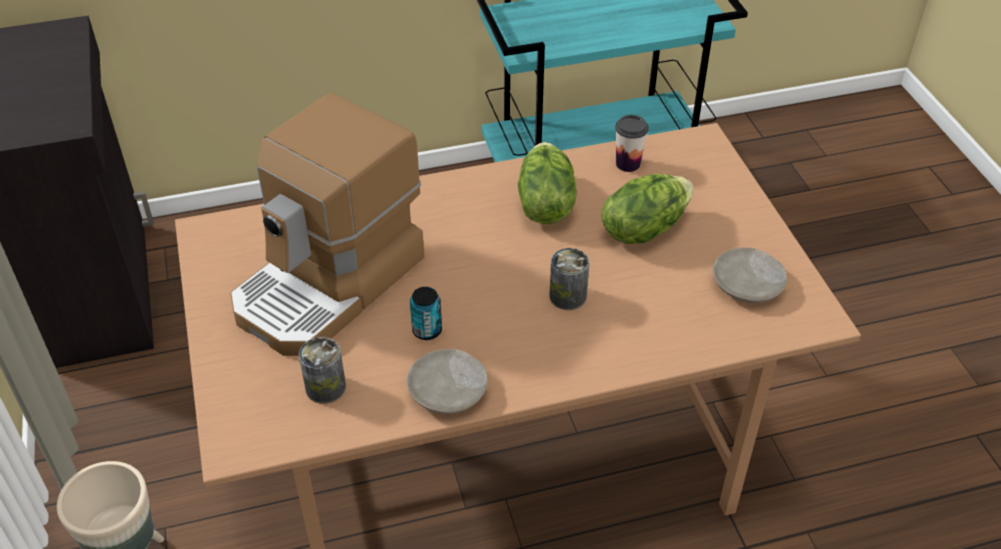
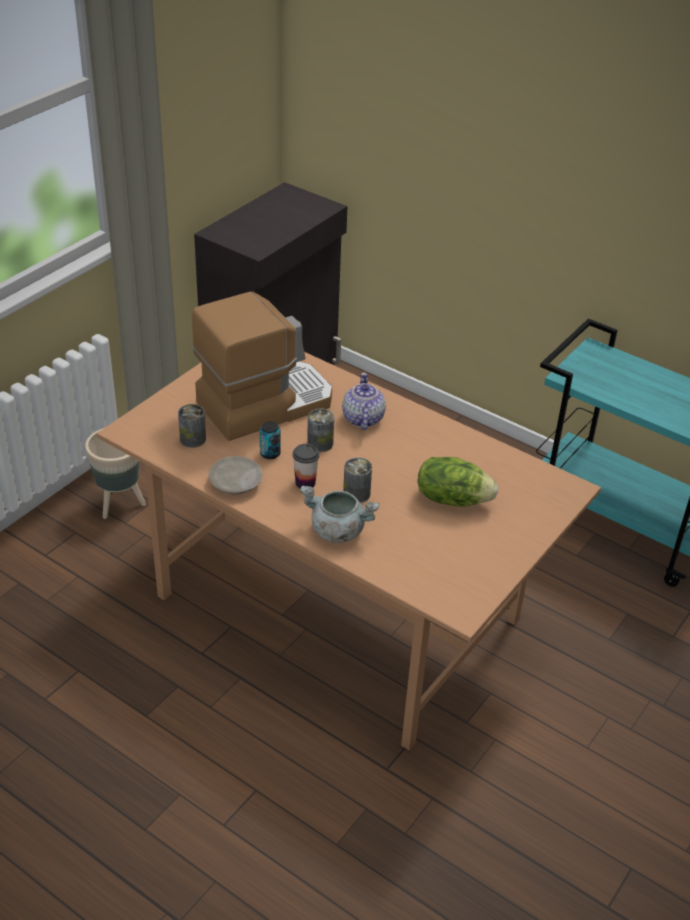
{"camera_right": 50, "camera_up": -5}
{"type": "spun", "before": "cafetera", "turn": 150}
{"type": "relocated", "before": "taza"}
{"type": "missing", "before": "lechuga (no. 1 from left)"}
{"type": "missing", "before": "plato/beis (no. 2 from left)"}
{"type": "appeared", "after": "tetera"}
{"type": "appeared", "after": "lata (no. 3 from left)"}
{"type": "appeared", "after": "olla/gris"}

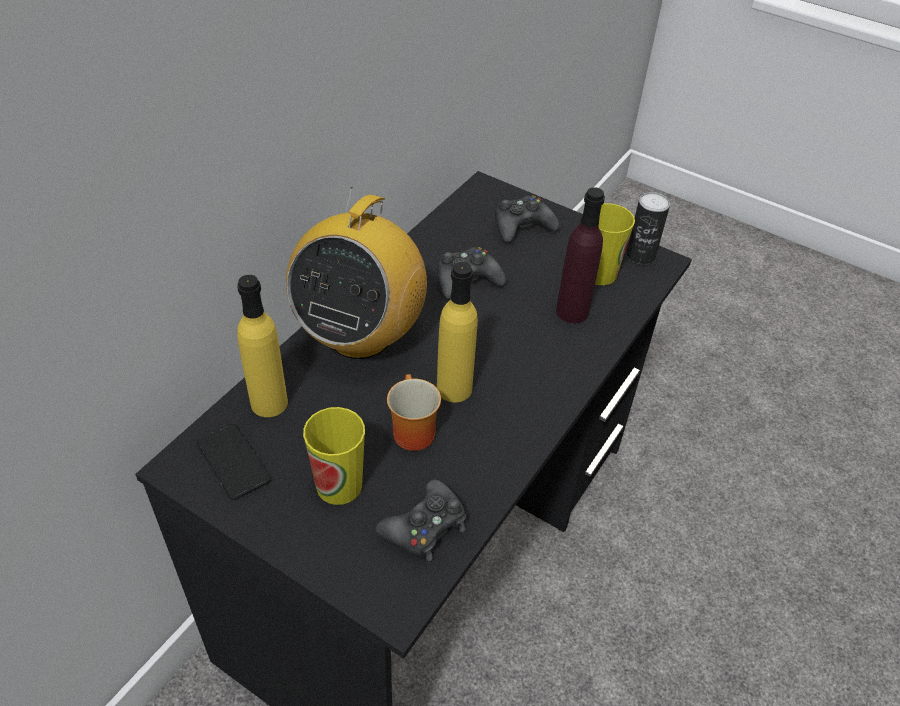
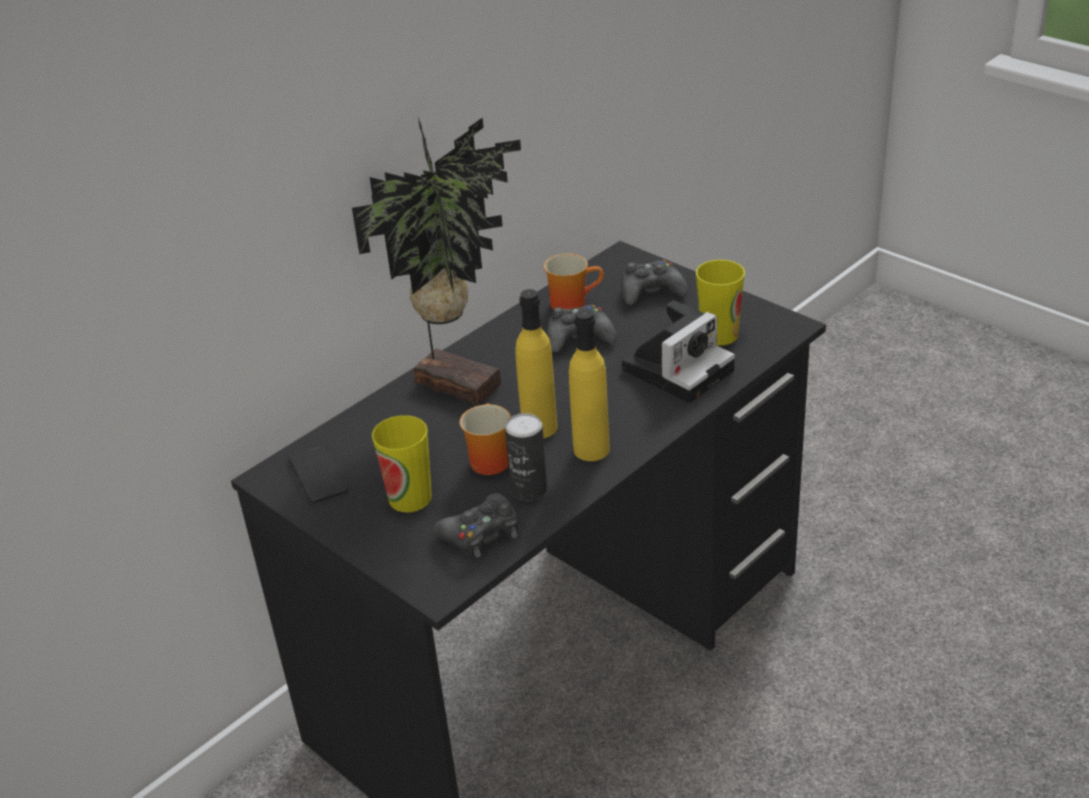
{"camera_right": 15, "camera_up": -10}
{"type": "exchanged", "before": "radio", "after": "planta en maceta"}
{"type": "exchanged", "before": "botella/morado", "after": "cámara"}
{"type": "relocated", "before": "lata"}
{"type": "relocated", "before": "botella/amarillo (no. 1 from left in the first image)", "after": "botella/amarillo (no. 2 from left)"}
{"type": "appeared", "after": "taza grande (no. 2 from left)"}

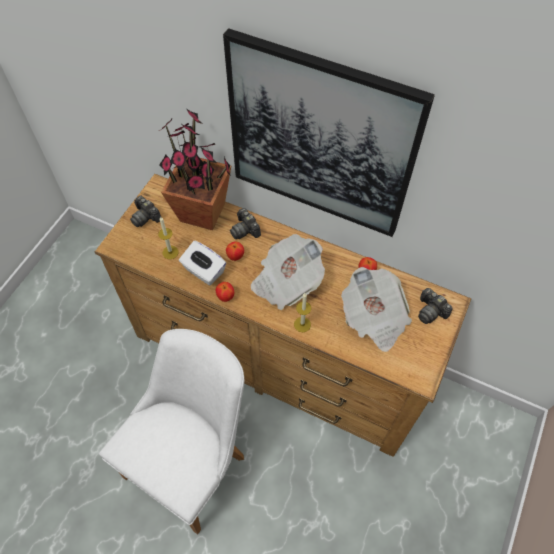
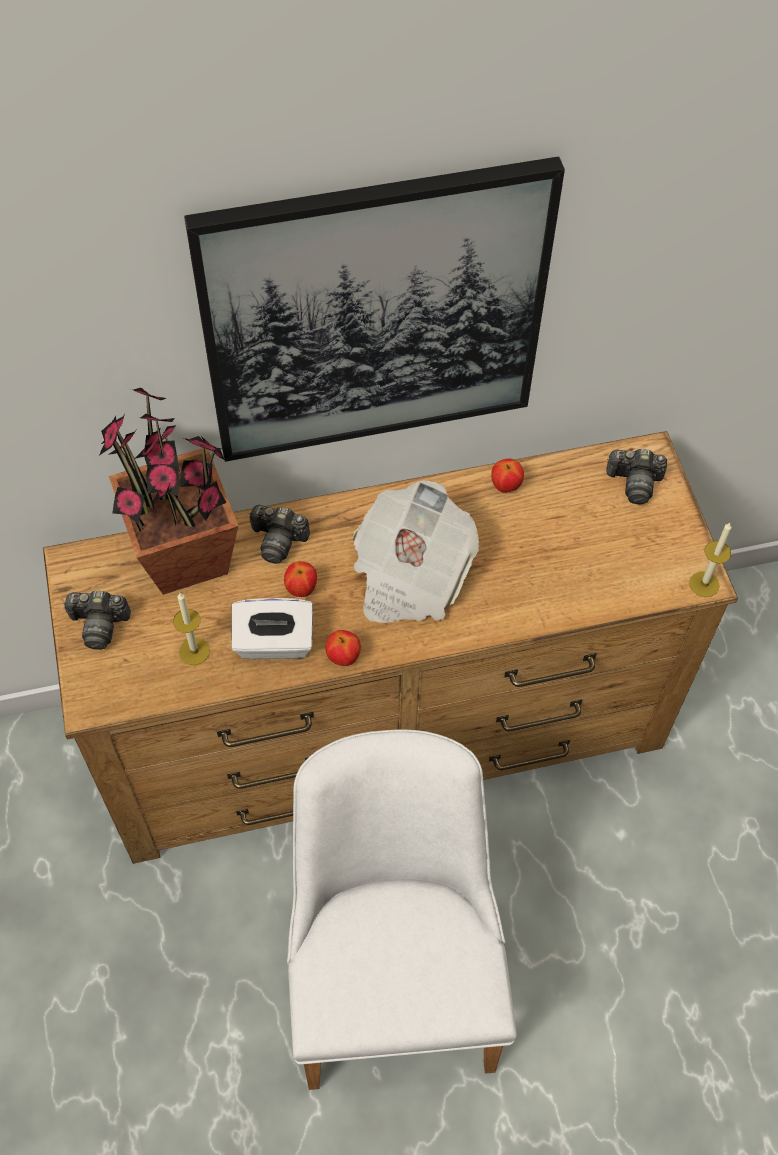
{"camera_right": -40, "camera_up": 0}
{"type": "missing", "before": "periódico (no. 2 from left)"}
{"type": "relocated", "before": "vela (no. 2 from left)"}

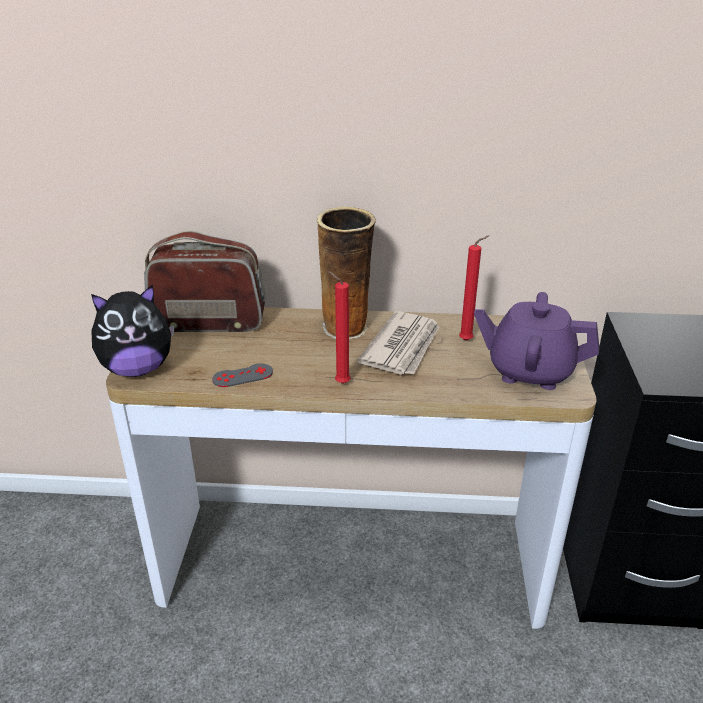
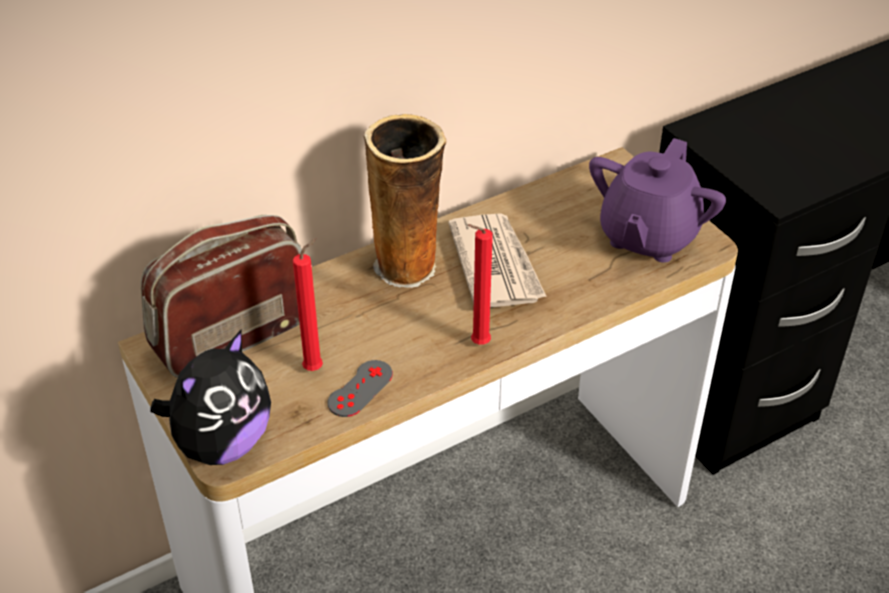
{"camera_right": -35, "camera_up": 10}
{"type": "relocated", "before": "vela/rojo (no. 2 from left in the first image)", "after": "vela/rojo (no. 1 from left)"}
{"type": "spun", "before": "tetera/morado", "turn": -45}

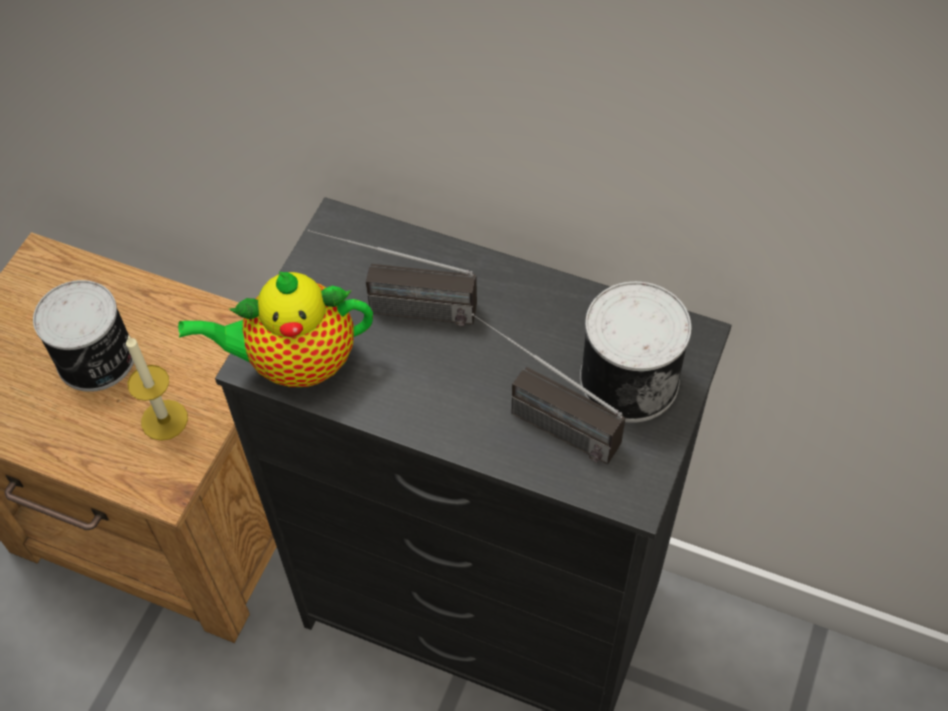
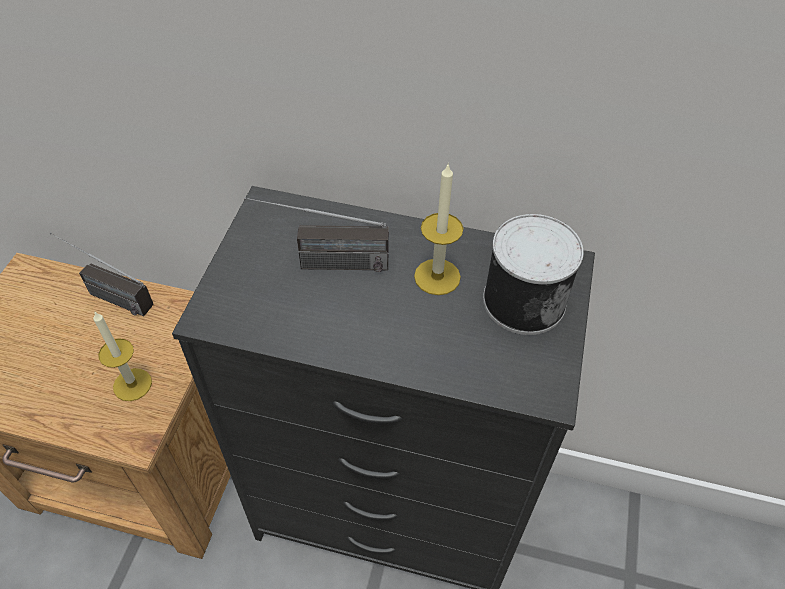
{"camera_right": -10, "camera_up": -5}
{"type": "missing", "before": "tetera"}
{"type": "missing", "before": "lata (no. 1 from left)"}
{"type": "relocated", "before": "radio (no. 2 from left in the first image)", "after": "radio (no. 1 from left)"}
{"type": "appeared", "after": "vela (no. 2 from left)"}

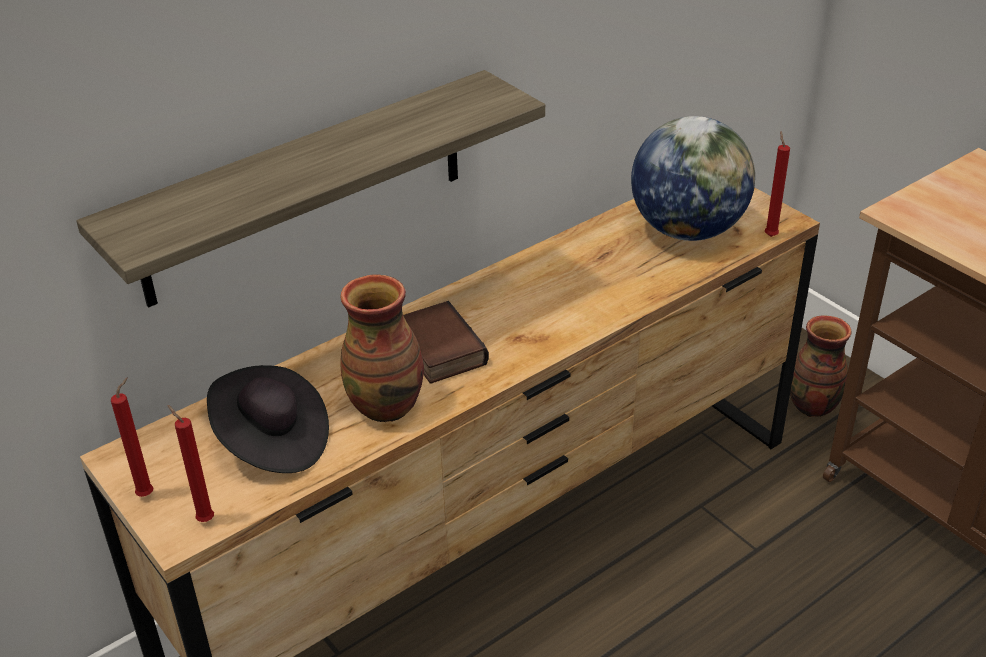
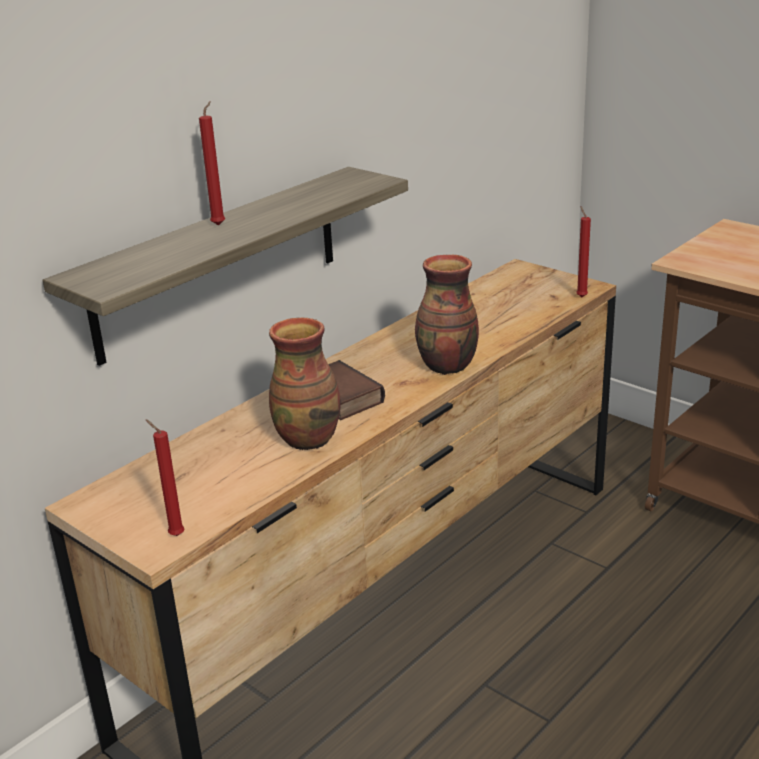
{"camera_right": -10, "camera_up": -10}
{"type": "missing", "before": "globo terráqueo"}
{"type": "relocated", "before": "florero (no. 2 from left)"}
{"type": "missing", "before": "sombrero/negro"}
{"type": "relocated", "before": "vela/rojo (no. 1 from left in the first image)", "after": "vela/rojo (no. 2 from left)"}

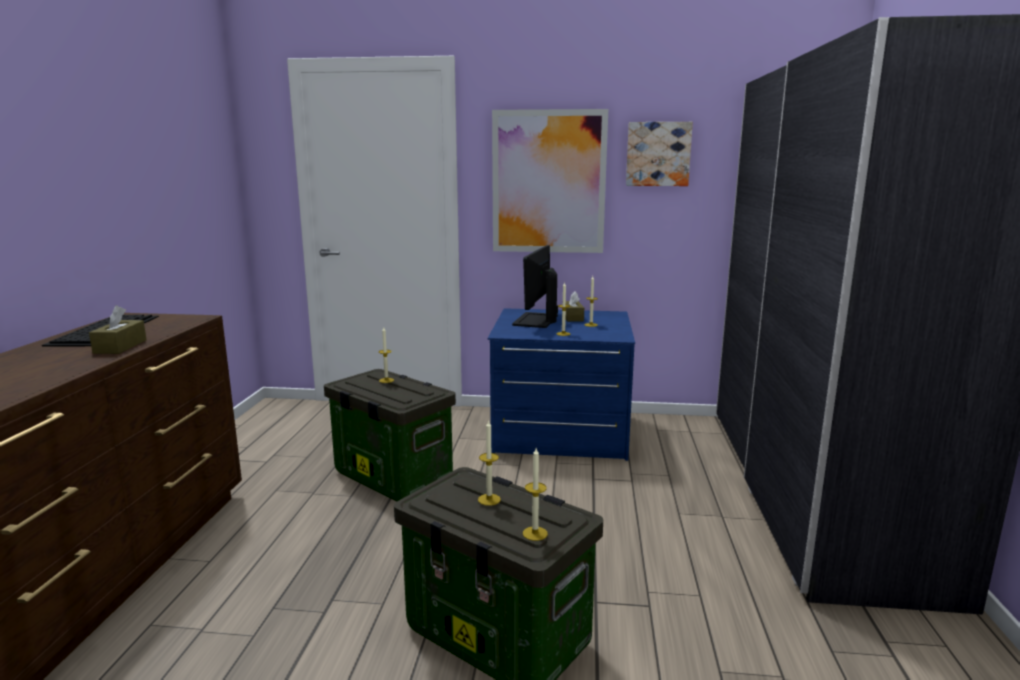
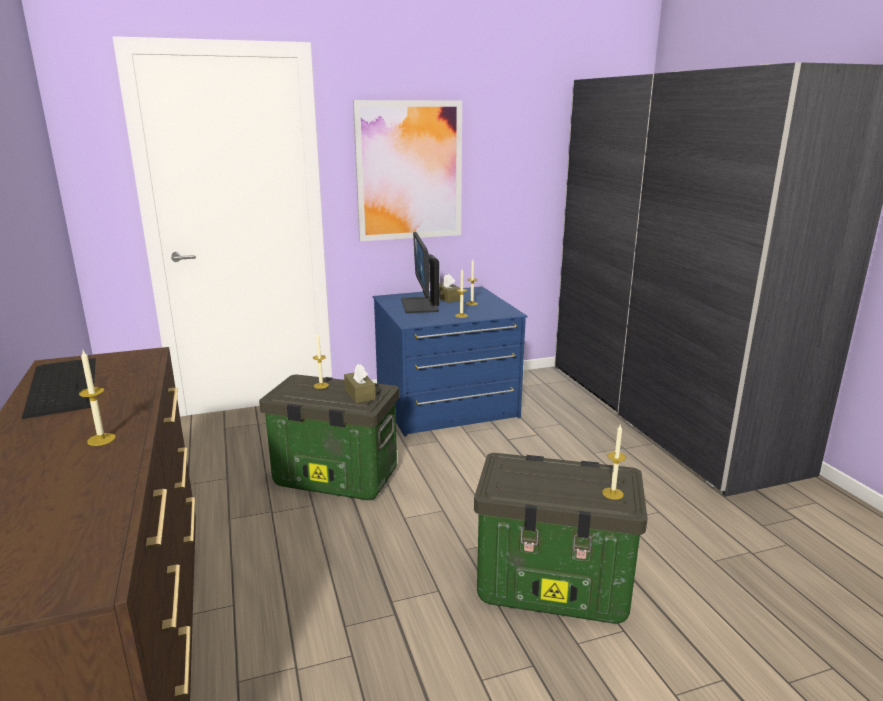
{"camera_right": -25, "camera_up": 5}
{"type": "missing", "before": "cuadro (no. 2 from left)"}
{"type": "relocated", "before": "caja de pañuelos/marrón (no. 1 from left)"}
{"type": "relocated", "before": "vela (no. 2 from left in the first image)", "after": "vela (no. 1 from left)"}

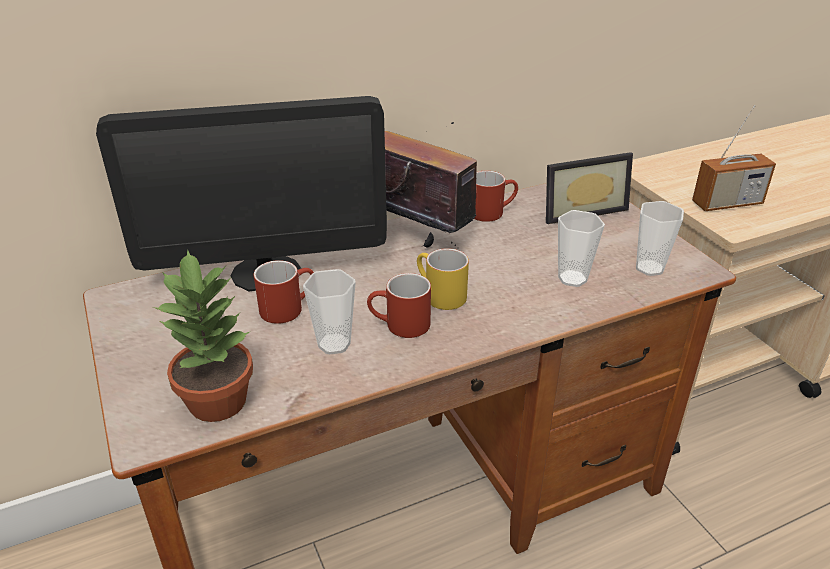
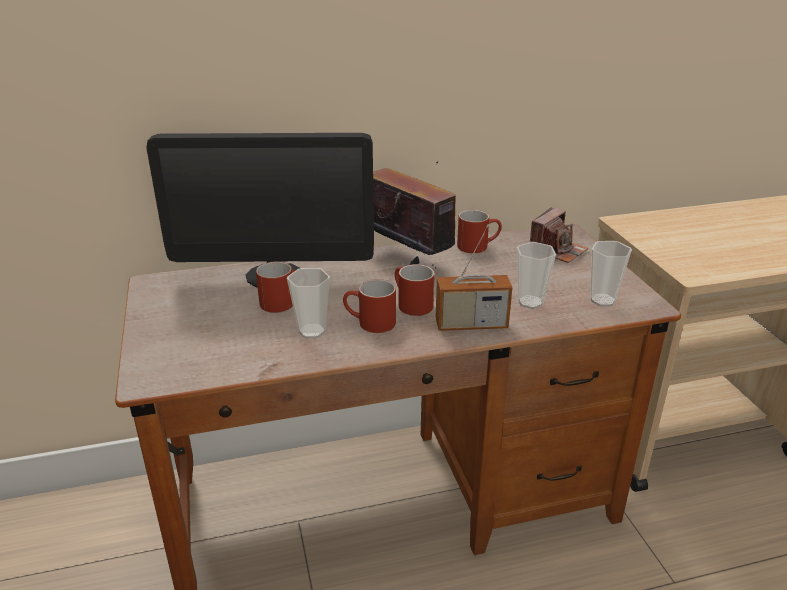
{"camera_right": 10, "camera_up": -5}
{"type": "relocated", "before": "radio (no. 2 from left)"}
{"type": "exchanged", "before": "portarretratos", "after": "cámara"}
{"type": "colour", "before": "taza grande/amarillo", "after": "taza grande/rojo (no. 3 from left)"}
{"type": "missing", "before": "planta en maceta"}

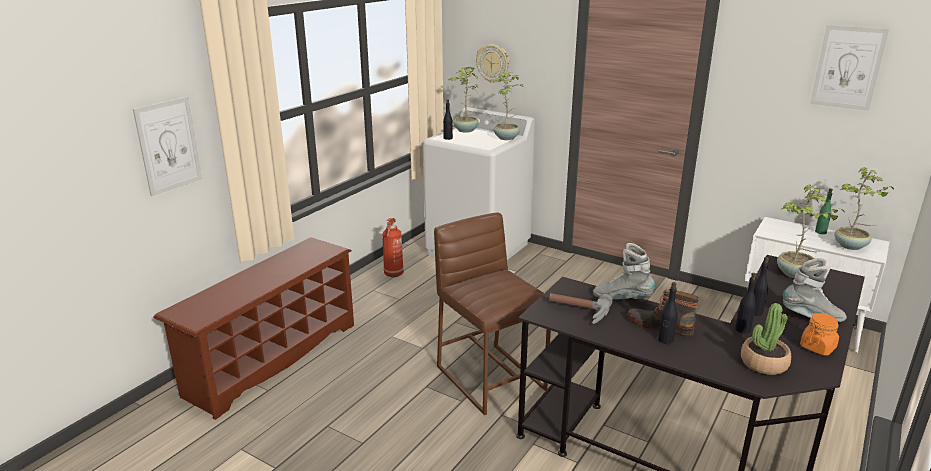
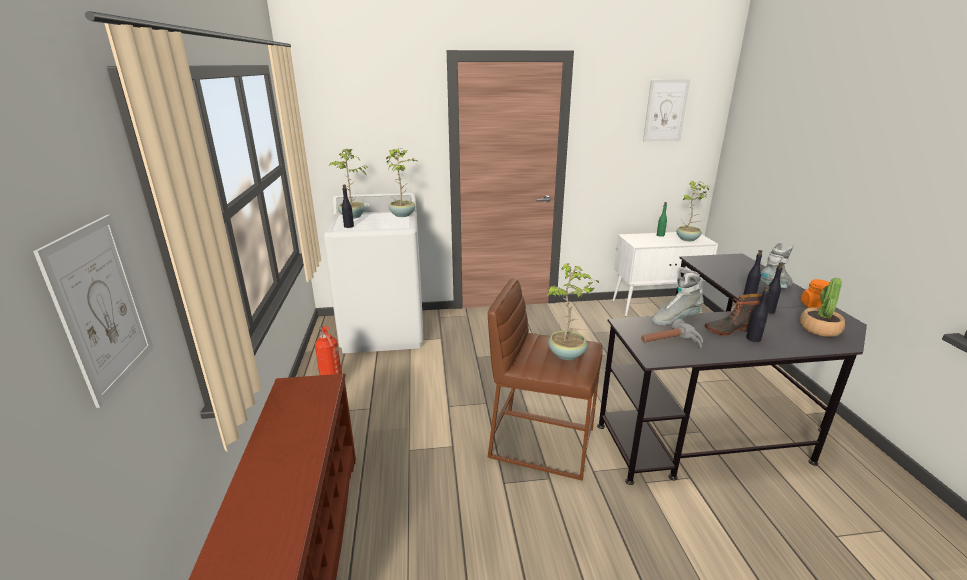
{"camera_right": -40, "camera_up": 0}
{"type": "missing", "before": "reloj de pared"}
{"type": "relocated", "before": "planta en maceta (no. 4 from left in the first image)", "after": "planta en maceta (no. 3 from left)"}

